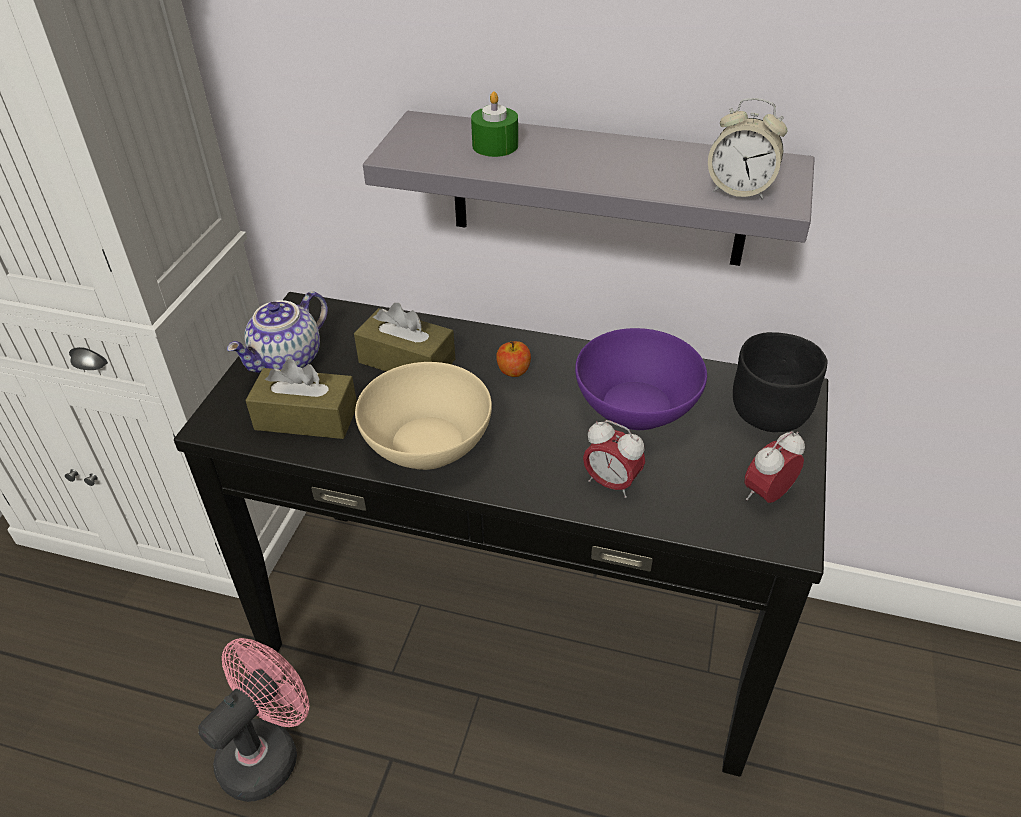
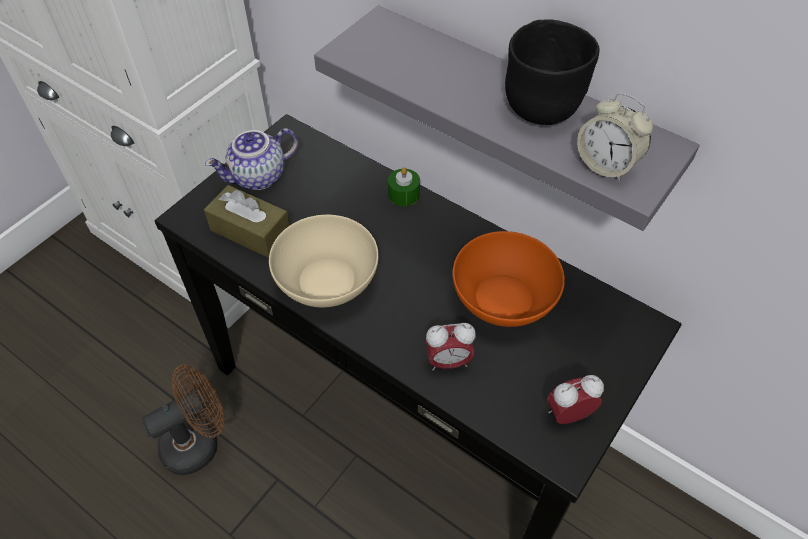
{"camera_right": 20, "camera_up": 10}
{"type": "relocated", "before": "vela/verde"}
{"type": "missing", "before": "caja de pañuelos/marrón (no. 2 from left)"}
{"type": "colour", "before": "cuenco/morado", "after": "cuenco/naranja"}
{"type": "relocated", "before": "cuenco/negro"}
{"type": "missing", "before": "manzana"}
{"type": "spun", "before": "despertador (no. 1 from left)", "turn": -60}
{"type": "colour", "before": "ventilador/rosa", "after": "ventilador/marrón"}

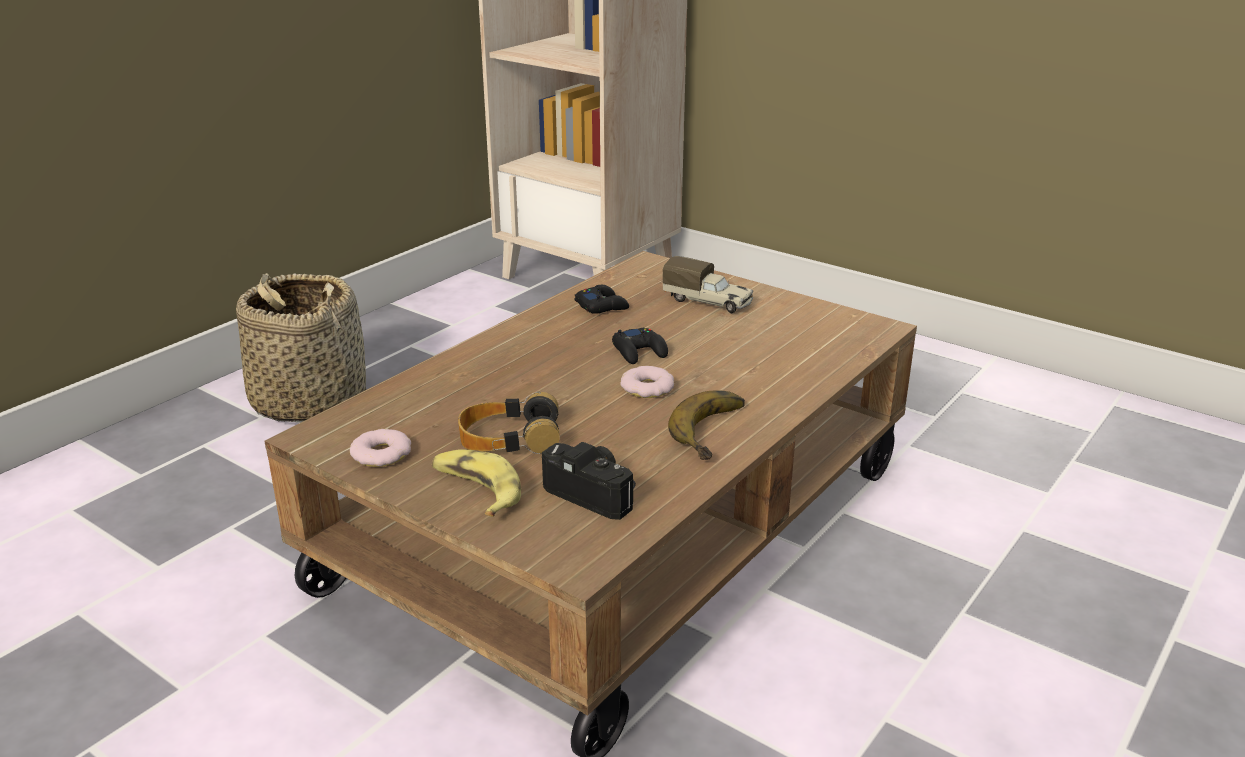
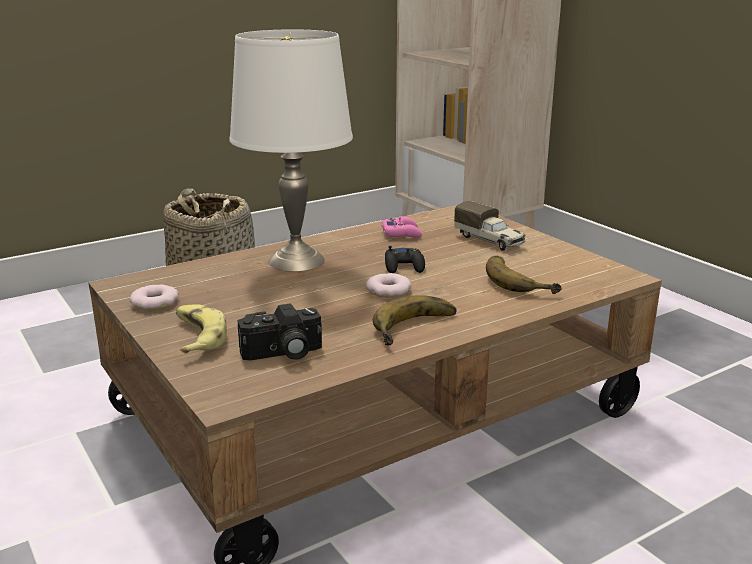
{"camera_right": 20, "camera_up": -5}
{"type": "colour", "before": "mando de consola/negro (no. 1 from left)", "after": "mando de consola/rosa"}
{"type": "missing", "before": "auriculares"}
{"type": "spun", "before": "cámara", "turn": 105}
{"type": "appeared", "after": "lámpara de mesa/blanco"}
{"type": "appeared", "after": "plátano (no. 3 from left)"}

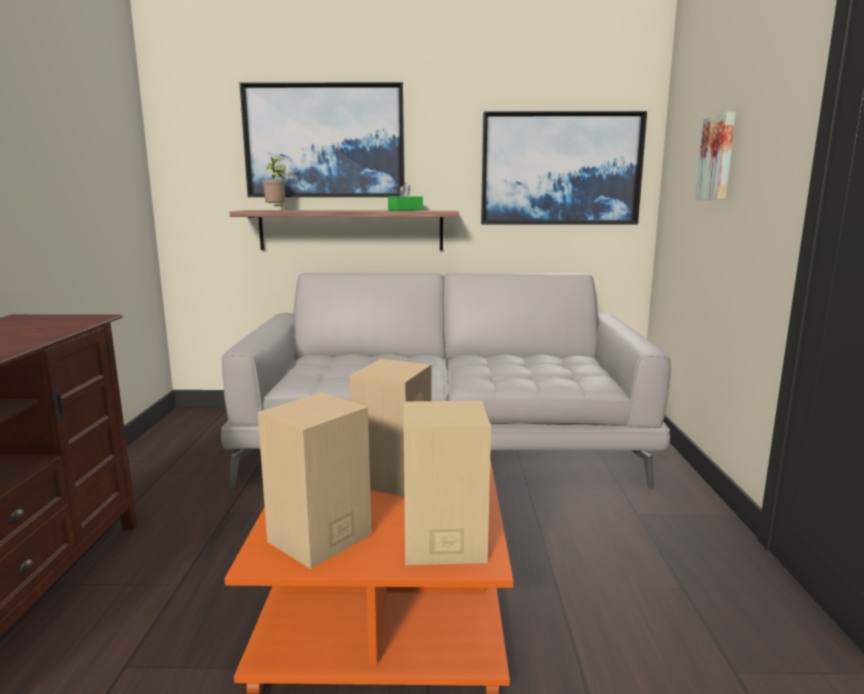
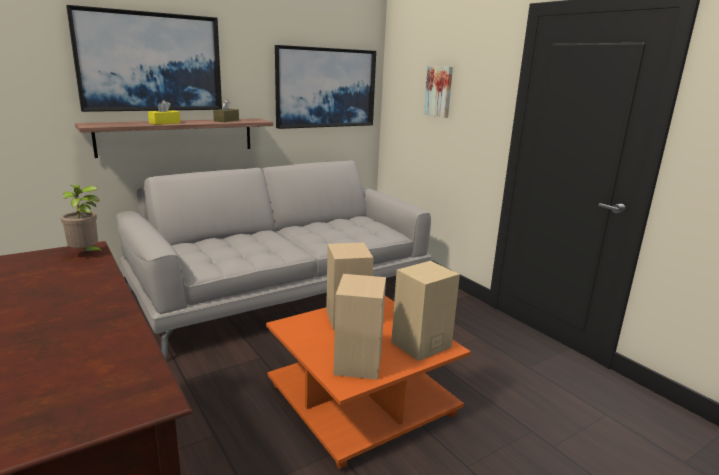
{"camera_right": -35, "camera_up": 5}
{"type": "relocated", "before": "planta en maceta"}
{"type": "colour", "before": "caja de pañuelos/verde", "after": "caja de pañuelos/marrón"}
{"type": "appeared", "after": "caja de pañuelos/amarillo"}

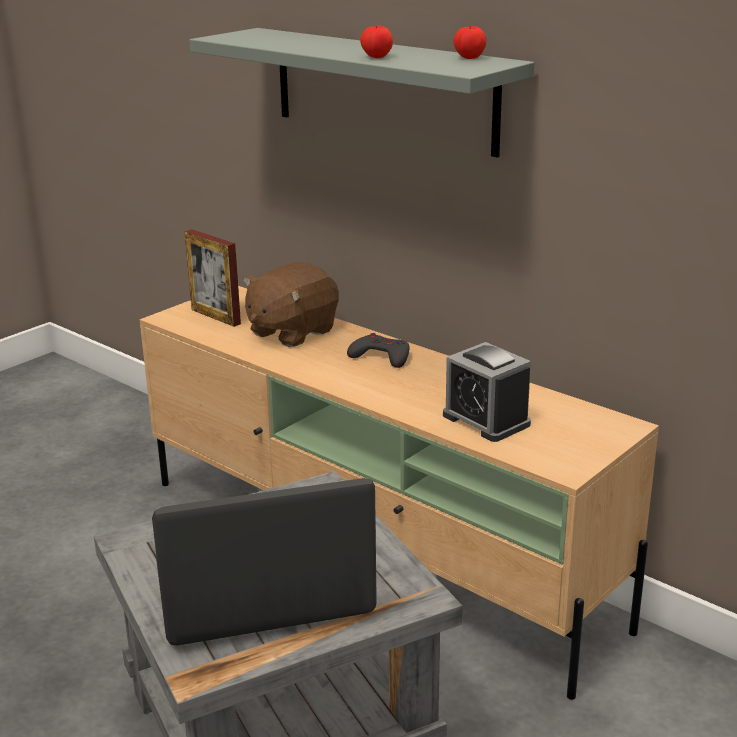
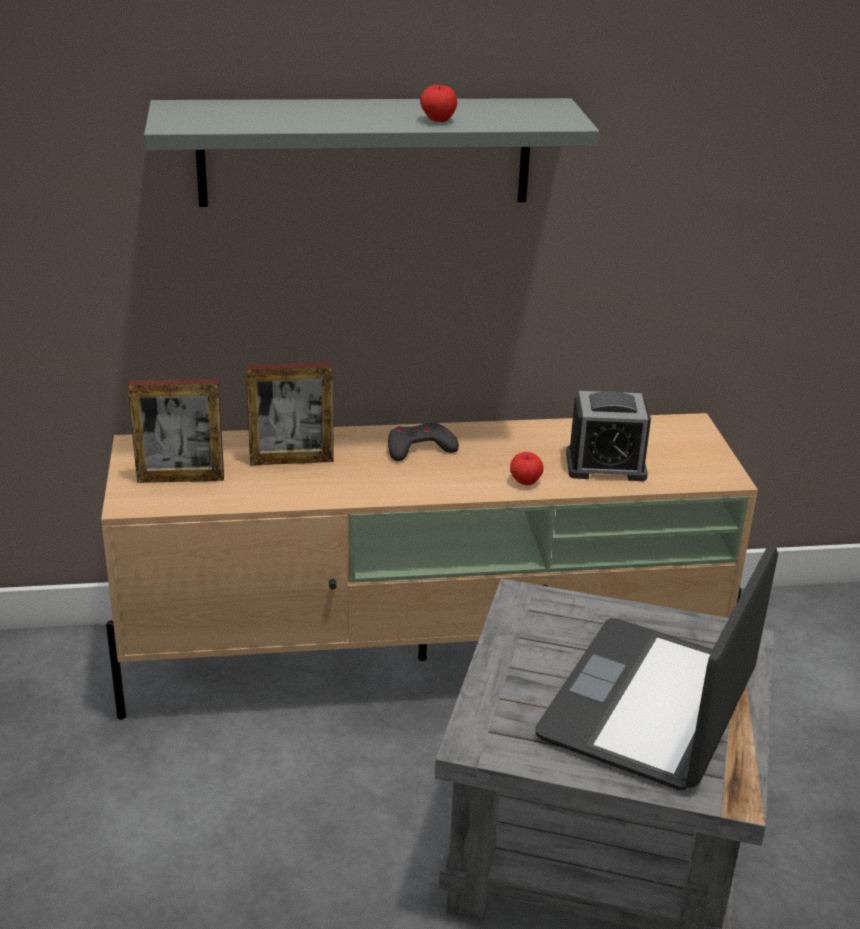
{"camera_right": -50, "camera_up": 5}
{"type": "relocated", "before": "manzana (no. 2 from left)"}
{"type": "exchanged", "before": "peluche/marrón", "after": "portarretratos (no. 2 from left)"}

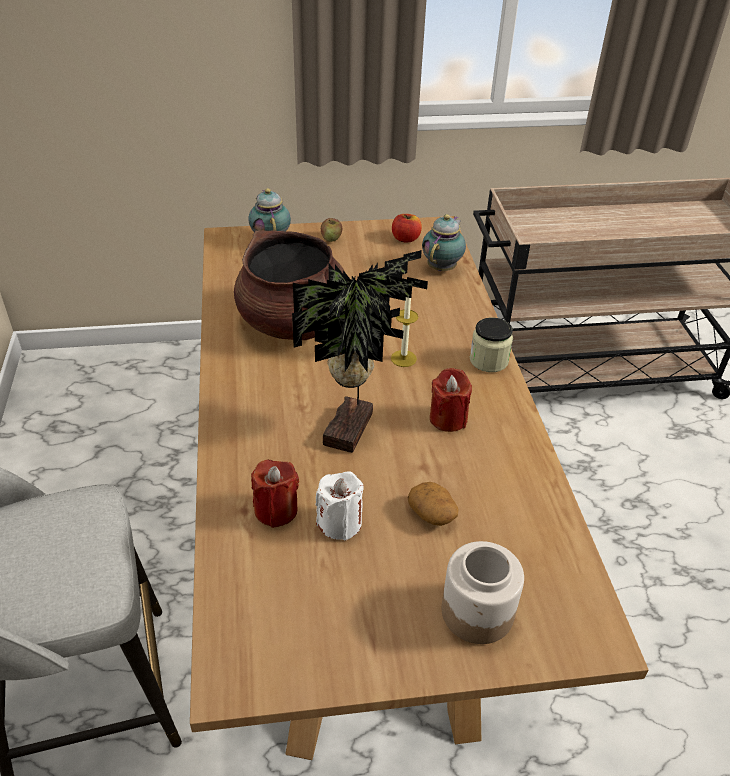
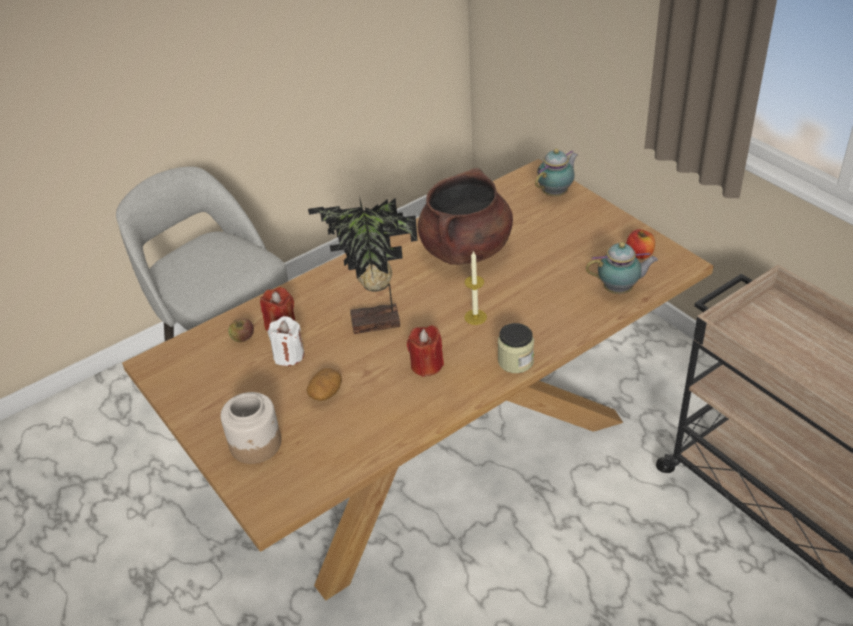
{"camera_right": 65, "camera_up": 0}
{"type": "relocated", "before": "manzana (no. 1 from left)"}

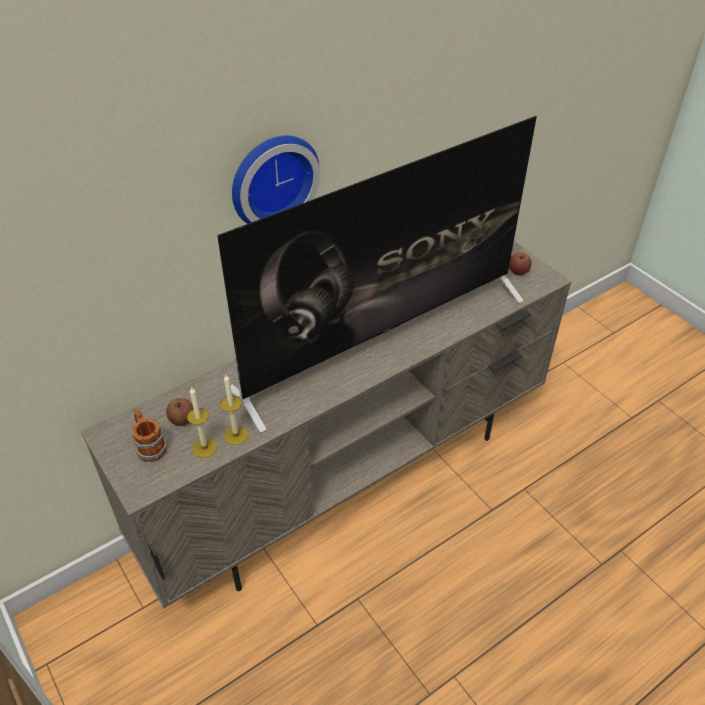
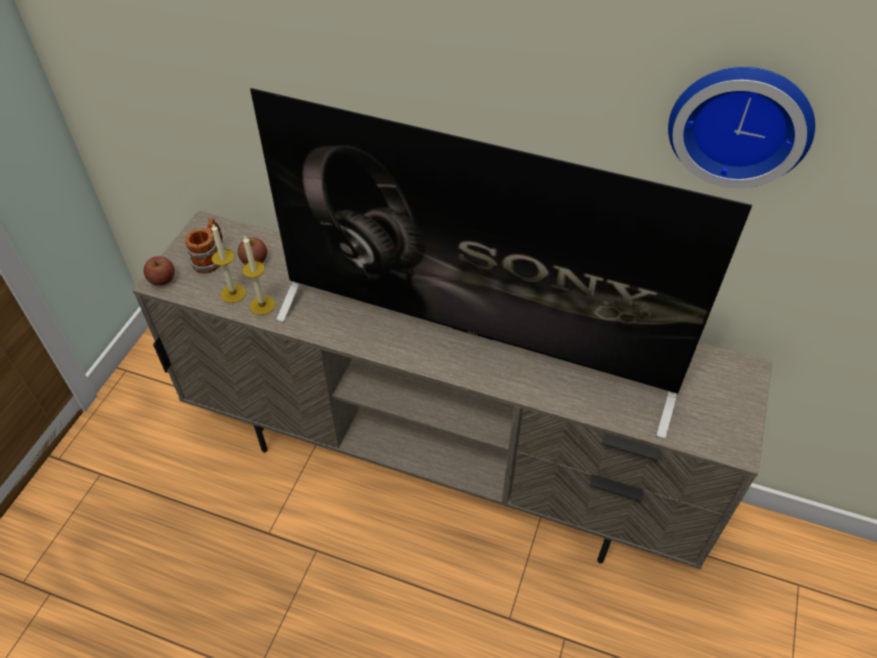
{"camera_right": 55, "camera_up": 5}
{"type": "relocated", "before": "reloj de pared"}
{"type": "relocated", "before": "manzana (no. 2 from left in the first image)", "after": "manzana (no. 1 from left)"}

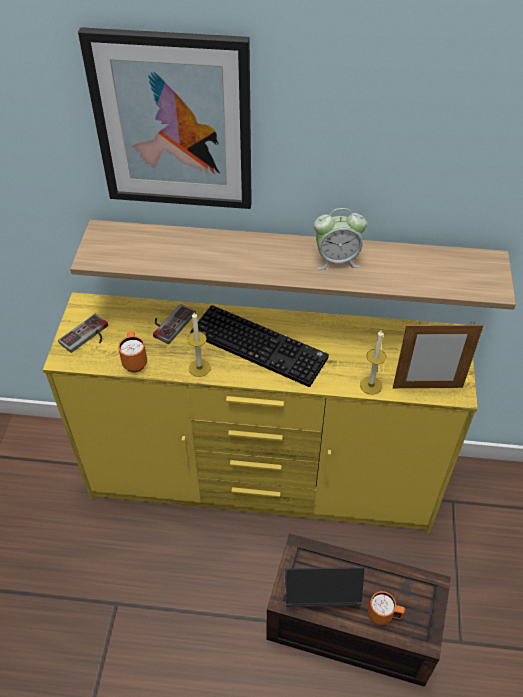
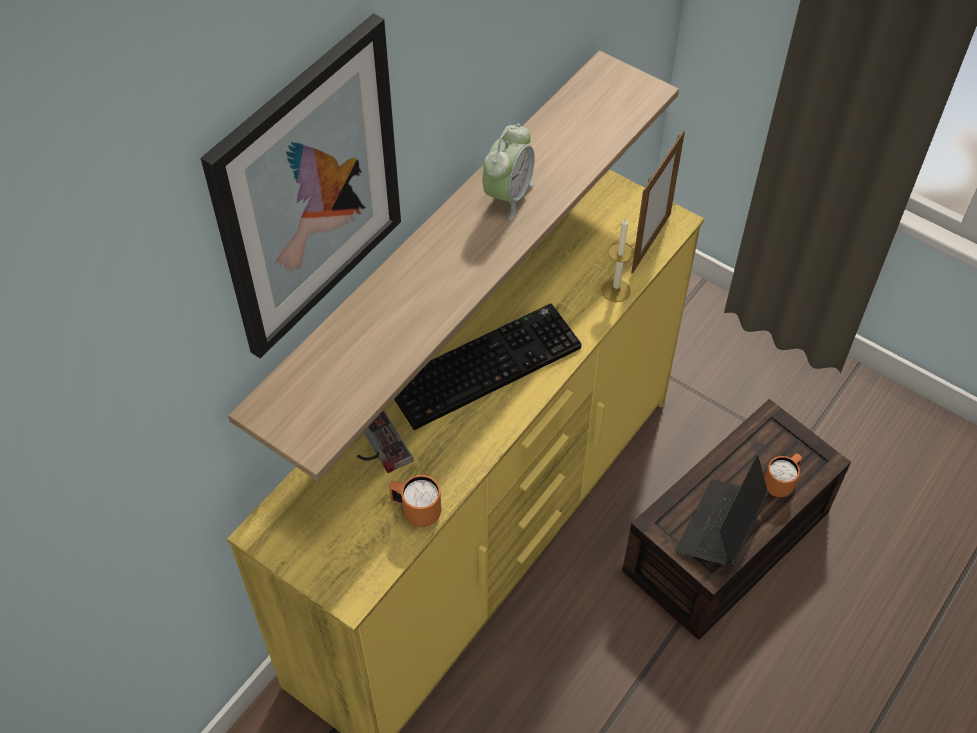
{"camera_right": -60, "camera_up": 5}
{"type": "missing", "before": "vela (no. 1 from left)"}
{"type": "missing", "before": "mando de consola (no. 1 from left)"}

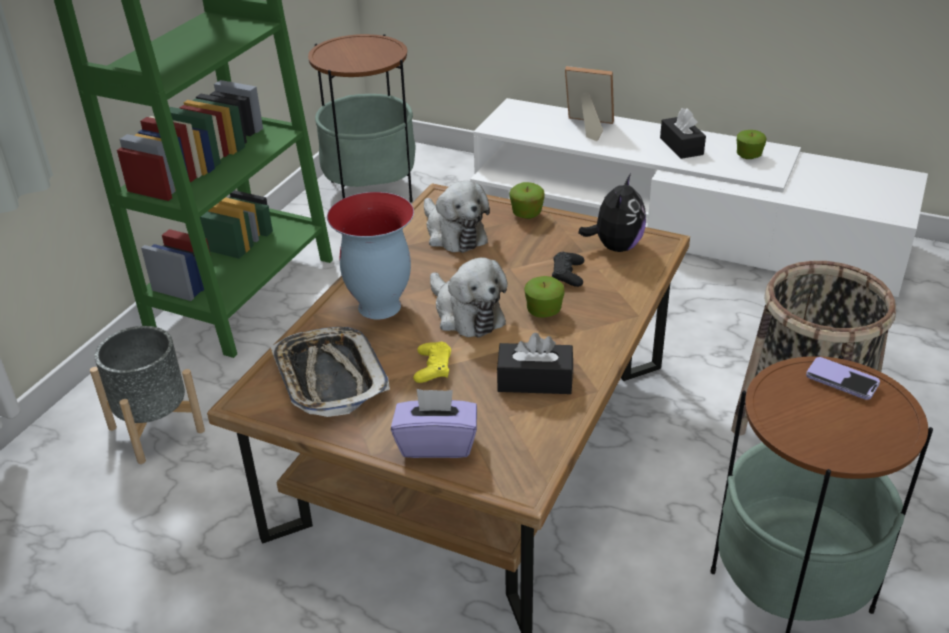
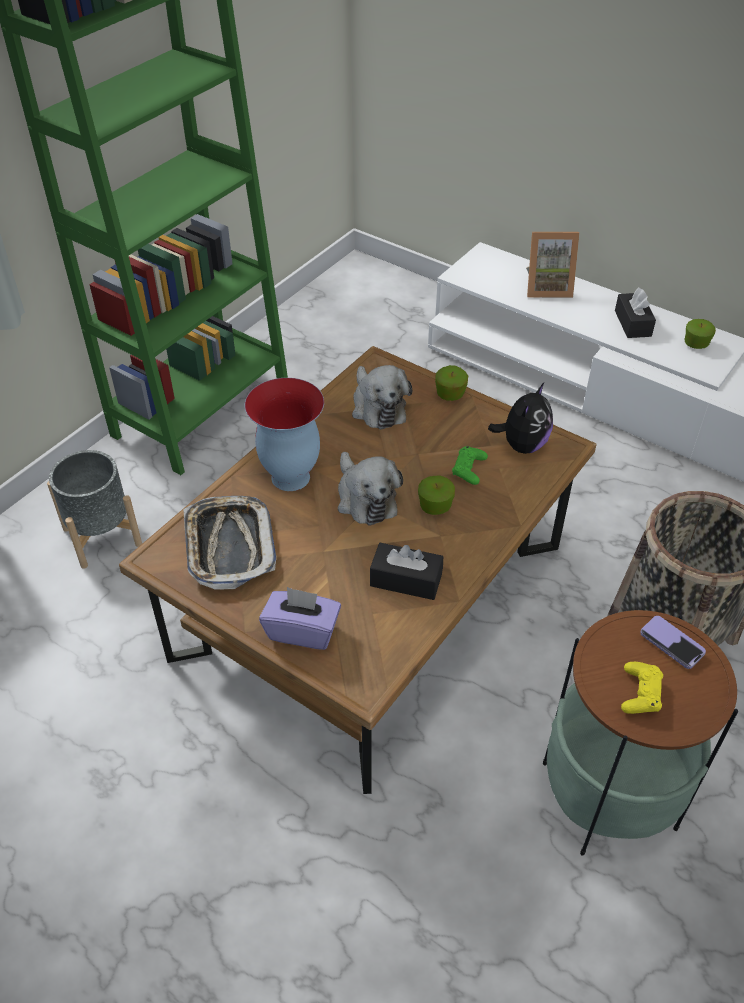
{"camera_right": 10, "camera_up": 10}
{"type": "missing", "before": "mesa auxiliar (no. 1 from left)"}
{"type": "spun", "before": "portarretratos", "turn": 150}
{"type": "colour", "before": "mando de consola/negro", "after": "mando de consola/verde"}
{"type": "relocated", "before": "mando de consola/amarillo"}

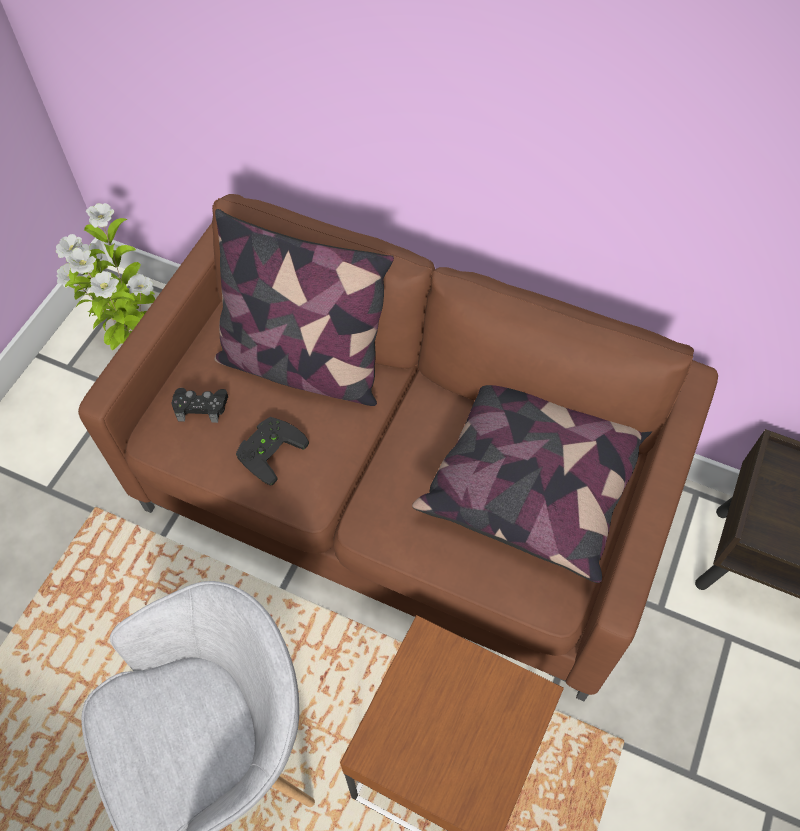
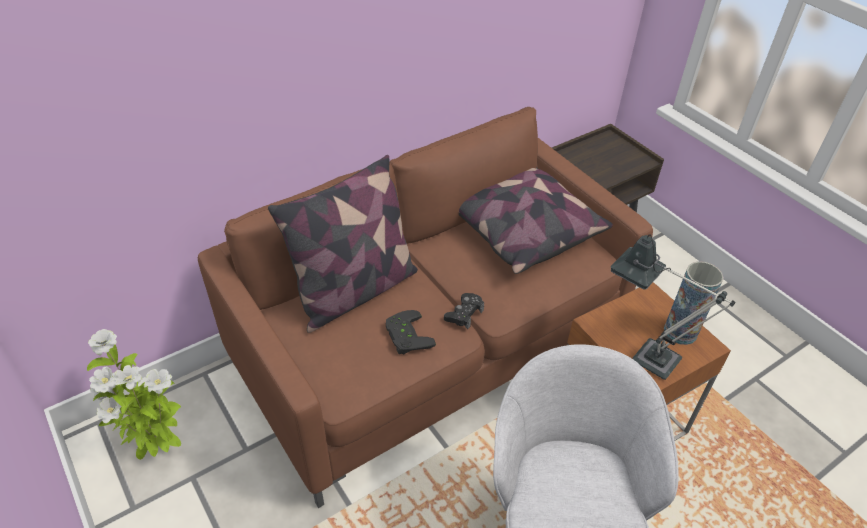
{"camera_right": -60, "camera_up": -15}
{"type": "relocated", "before": "mando de consola/negro (no. 1 from left in the first image)", "after": "mando de consola/negro (no. 2 from left)"}
{"type": "appeared", "after": "lámpara de mesa"}
{"type": "appeared", "after": "florero"}

